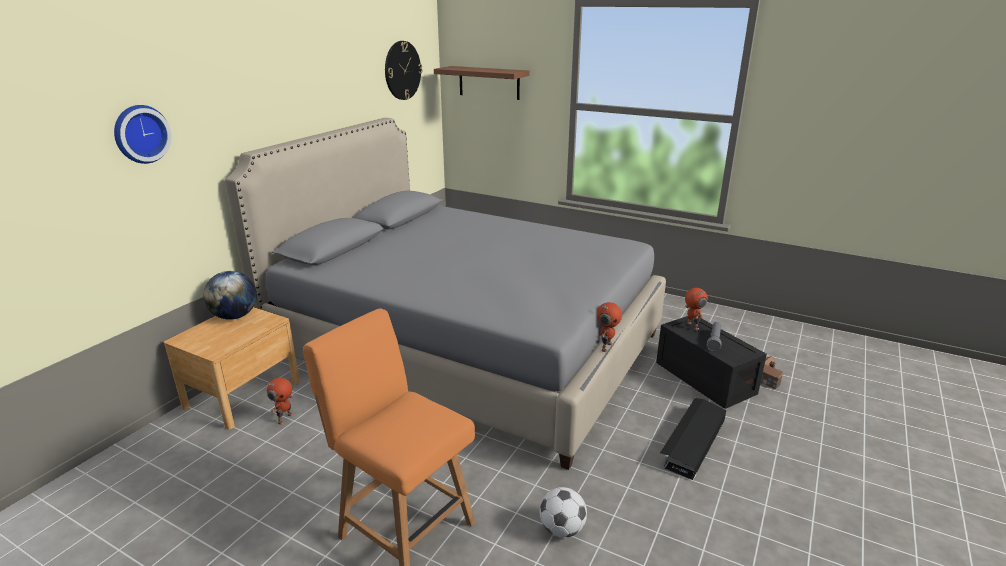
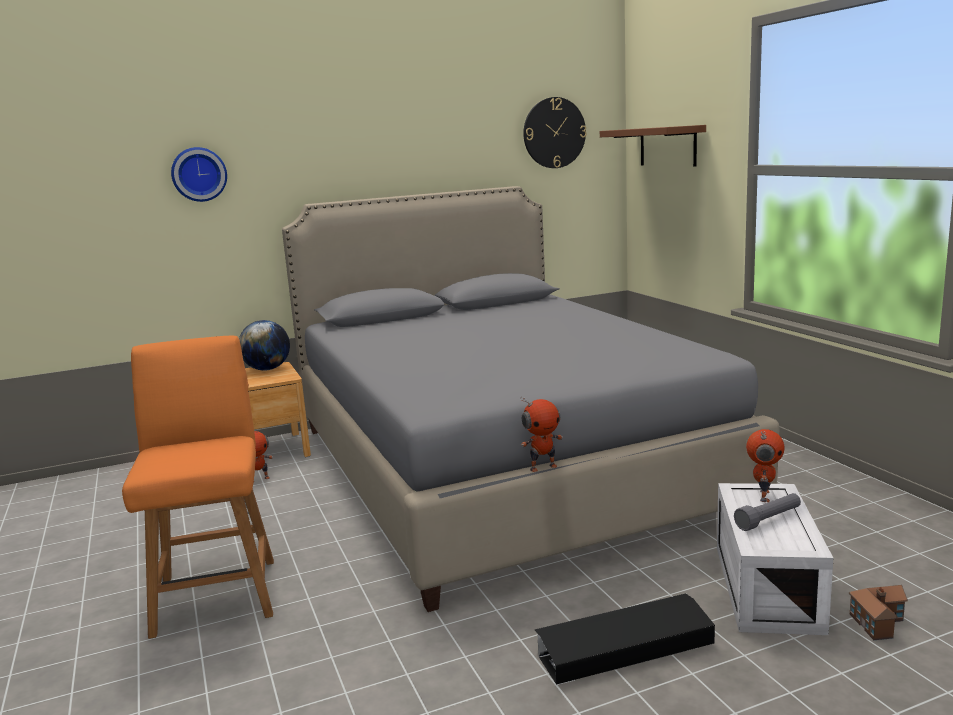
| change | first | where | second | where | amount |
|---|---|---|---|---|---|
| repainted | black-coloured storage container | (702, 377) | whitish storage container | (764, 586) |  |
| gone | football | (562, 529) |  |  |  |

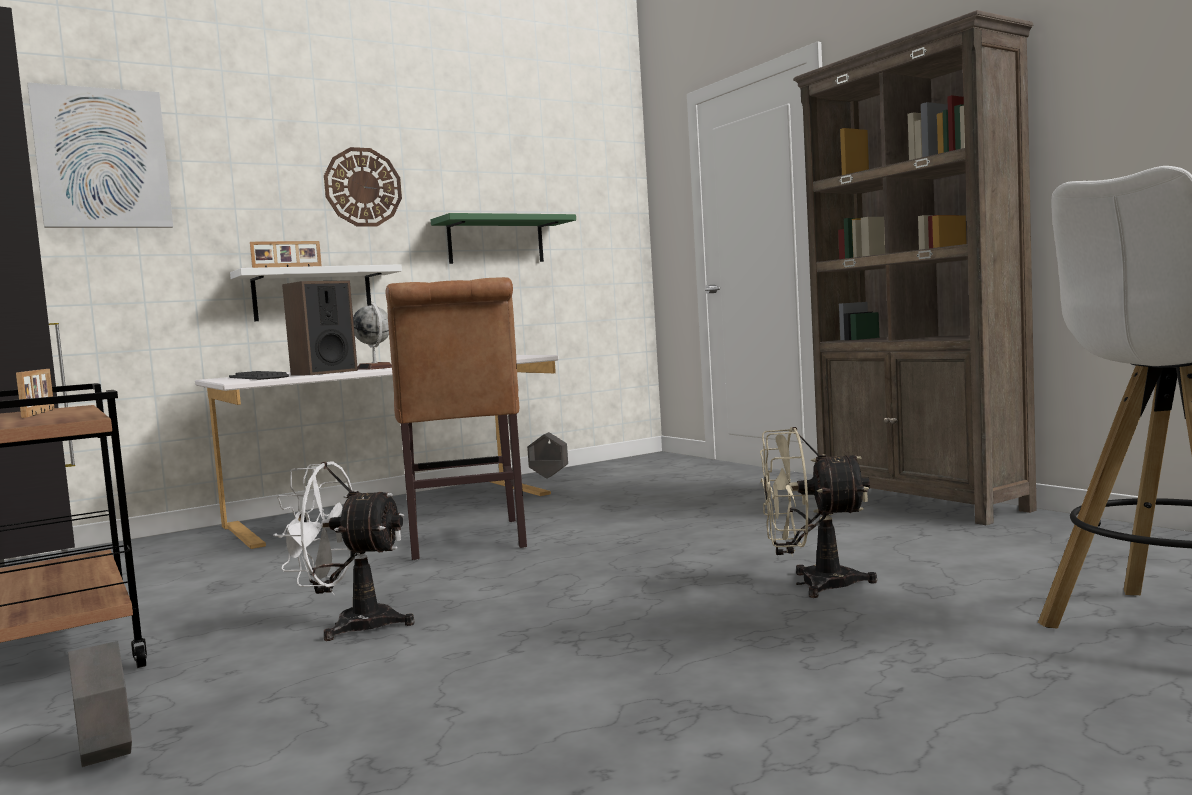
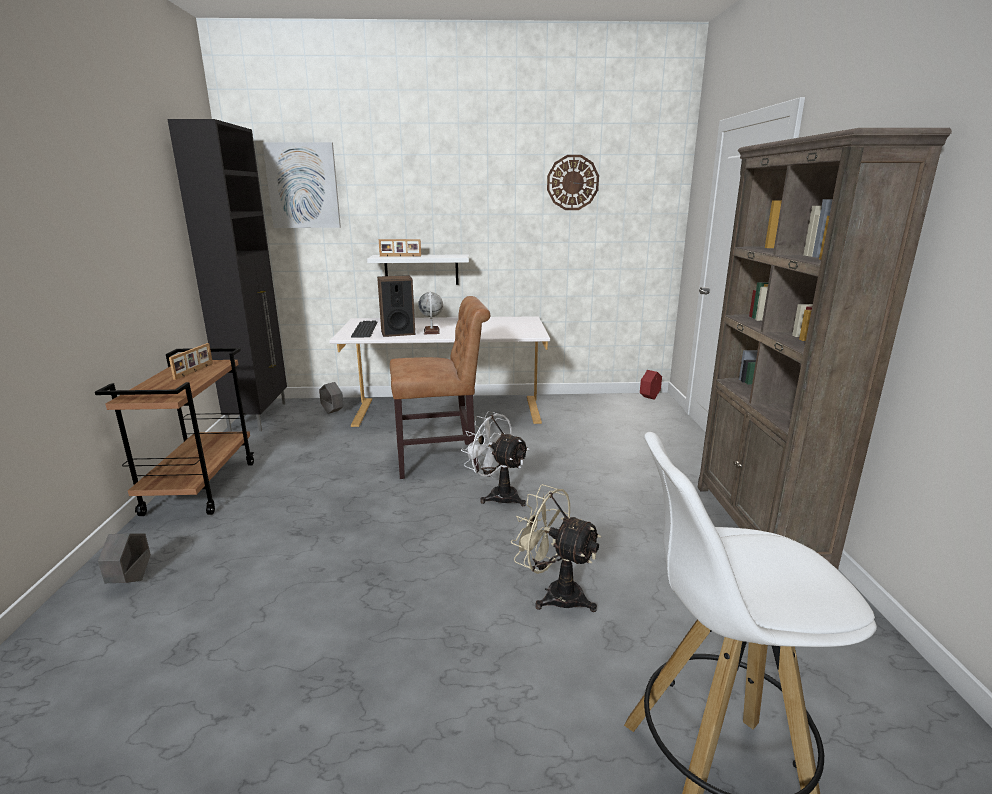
| change | first | where | second | where | amount |
|---|---|---|---|---|---|
| shifted | wall clock | (363, 187) |  | (572, 182) |  |
| gone | greenish shelf | (496, 241) |  |  |  |
| rotated | brown chair | (466, 541) |  | (442, 459) | 120 degrees counterclockwise |
| shifted | grey flower pot | (549, 477) |  | (332, 412) |  |
| shifted | whitish electric fan | (351, 625) |  | (497, 495) |  |
| new |  |  | red-coloured flower pot | (649, 398) |  |

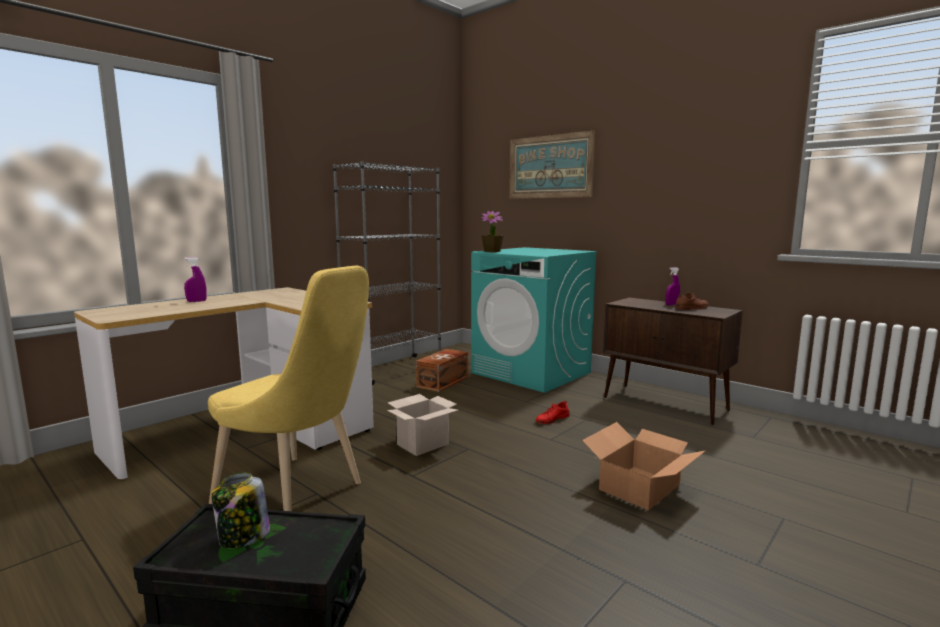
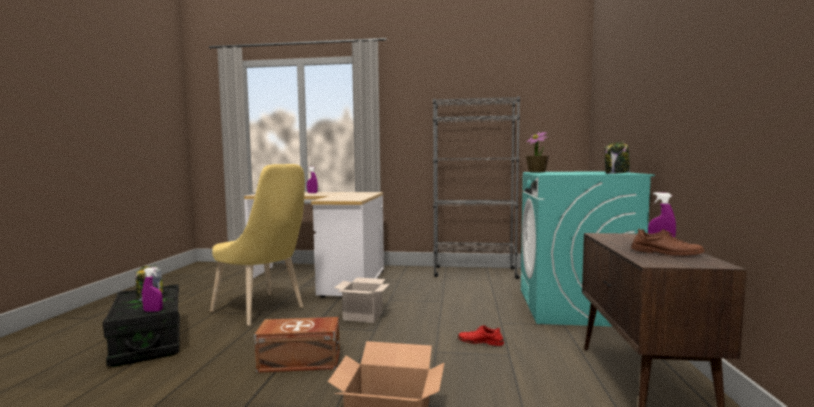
| change | first | where | second | where | amount |
|---|---|---|---|---|---|
| gone | wall art | (550, 167) |  |  |  |
| rotated | yellowish chair | (297, 495) |  | (262, 311) | 45 degrees counterclockwise |
| shifted | brown storage container | (444, 382) |  | (300, 362) |  |
| new |  |  | preserve jar | (616, 173) |  |
| new |  |  | purplish spray bottle | (153, 311) |  |

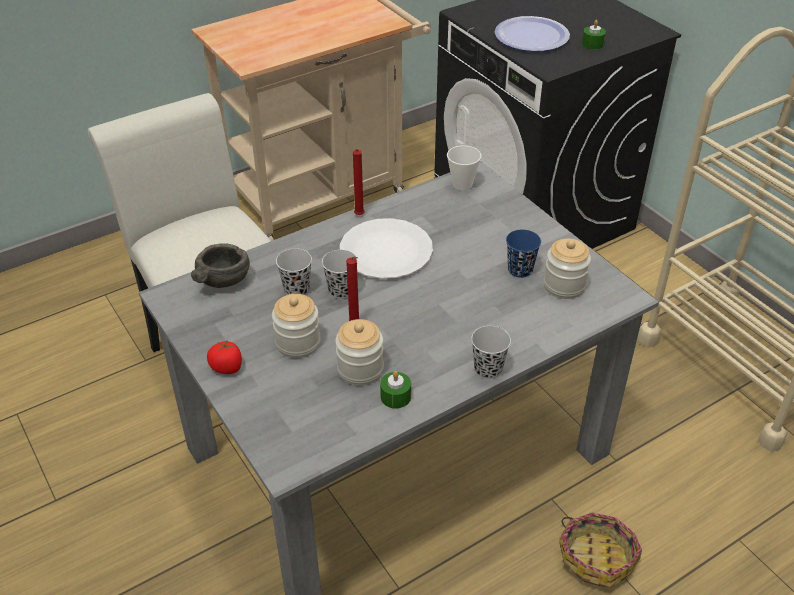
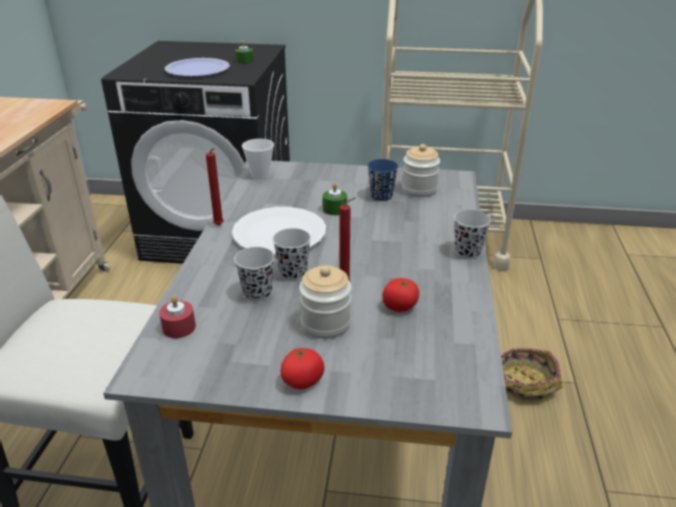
| change | first | where | second | where | amount |
|---|---|---|---|---|---|
| swapped | grey serving bowl | (223, 279) | red-coloured candle | (179, 327) |  |
| swapped | preserve jar | (360, 369) | tomato | (400, 306) |  |
| shifted | greenish candle | (395, 396) |  | (334, 209) |  |

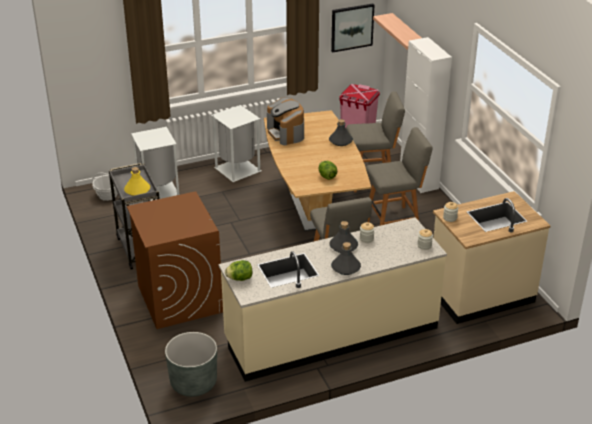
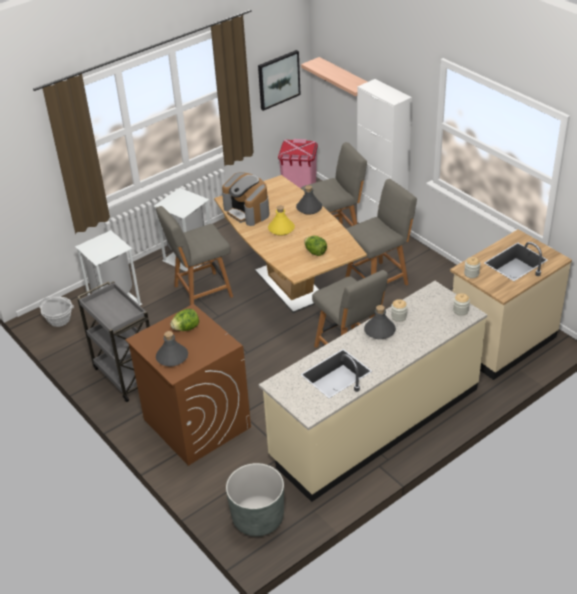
| change | first | where | second | where | amount |
|---|---|---|---|---|---|
| shifted | yellowish bottle | (137, 190) |  | (281, 229) |  |
| shifted | grey bottle | (346, 267) |  | (172, 357) |  |
| shifted | lettuce head | (240, 278) |  | (186, 328) |  |
| new |  |  | grey chair | (201, 292) |  |

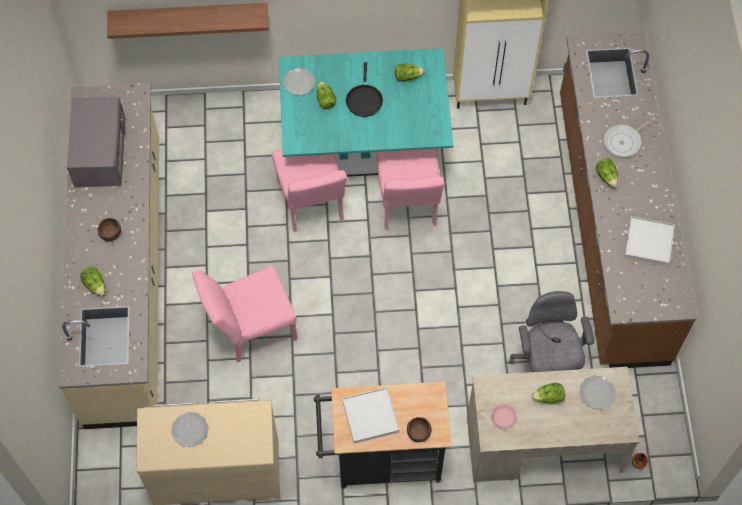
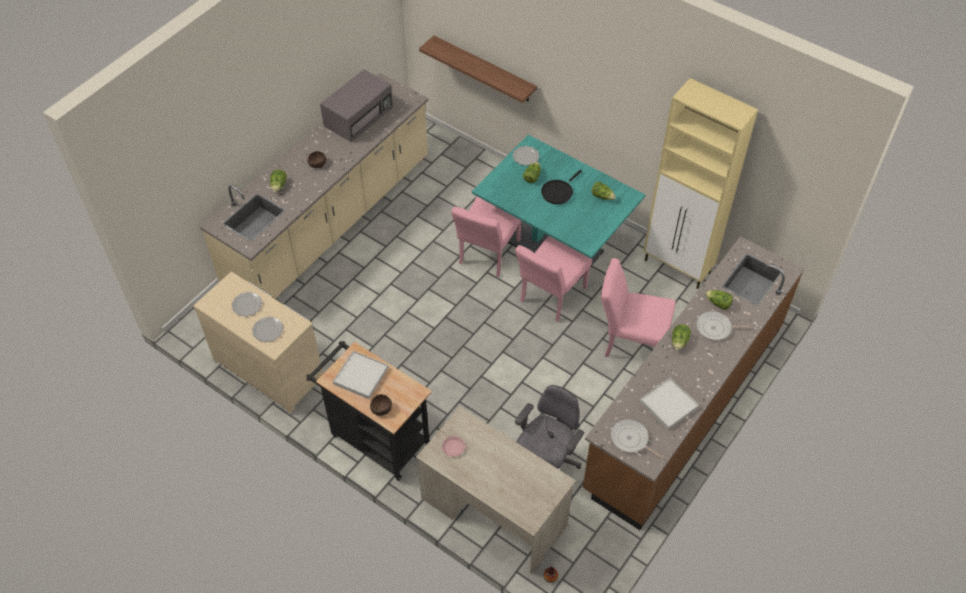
| change | first | where | second | where | amount |
|---|---|---|---|---|---|
| shifted | pinkish chair | (250, 330) |  | (630, 342) |  |
| shifted | plate | (596, 392) |  | (268, 330) |  |
| shifted | lettuce head | (548, 397) |  | (718, 303) |  |
| new |  |  | frying pan | (631, 439) |  |

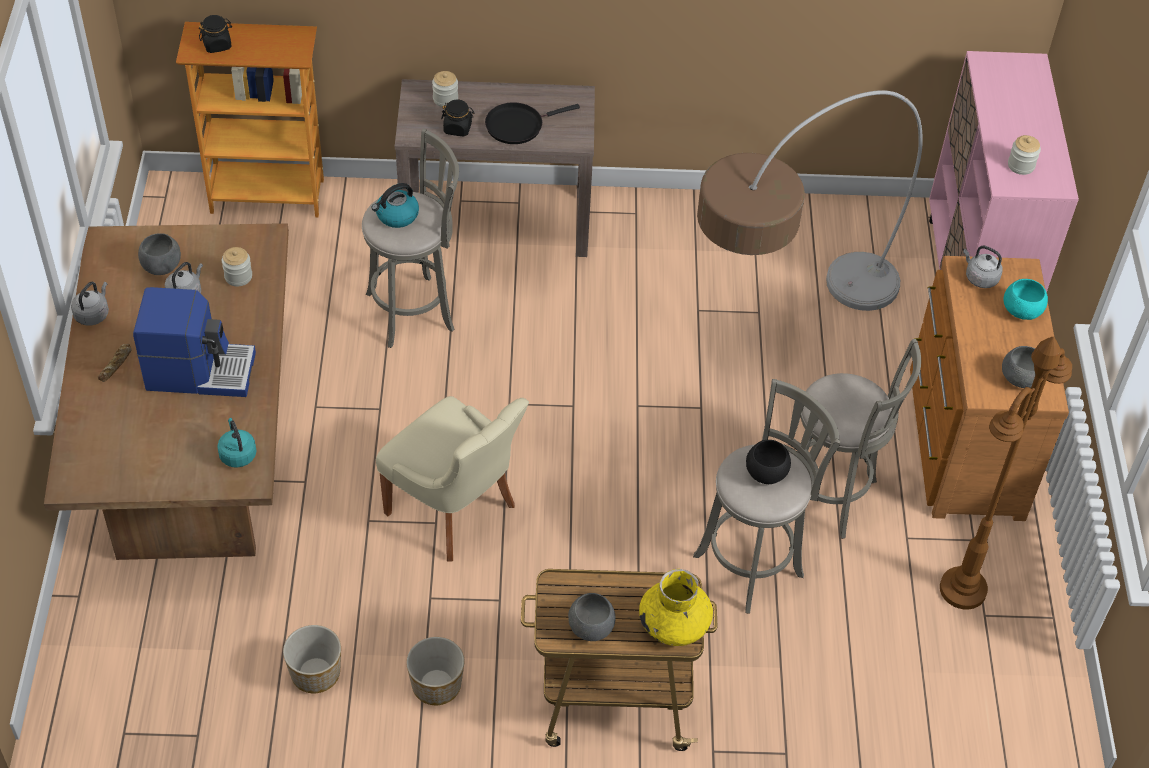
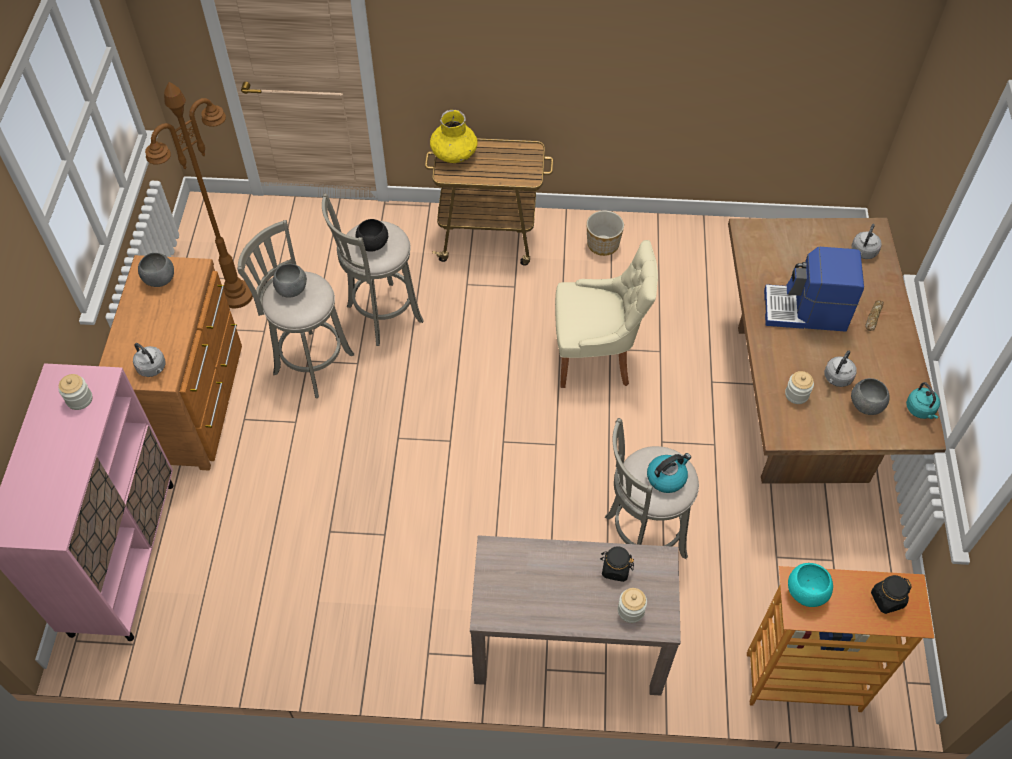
| change | first | where | second | where | amount |
|---|---|---|---|---|---|
| gone | standing lamp | (784, 325) |  |  |  |
| gone | black-coloured frying pan | (518, 125) |  |  |  |
| shifted | blue-green serving bowl | (1021, 312) |  | (806, 592) |  |
| shifted | grey tea kettle | (93, 314) |  | (863, 252) |  |
| rotated | beige-coloured chair | (454, 511) |  | (596, 356) | 135 degrees clockwise |
| shifted | blue-green tea kettle | (237, 454) |  | (921, 410) |  |
| shifted | grey serving bowl | (590, 628) |  | (292, 289) |  |
| gone | flower pot | (314, 673) |  |  |  |

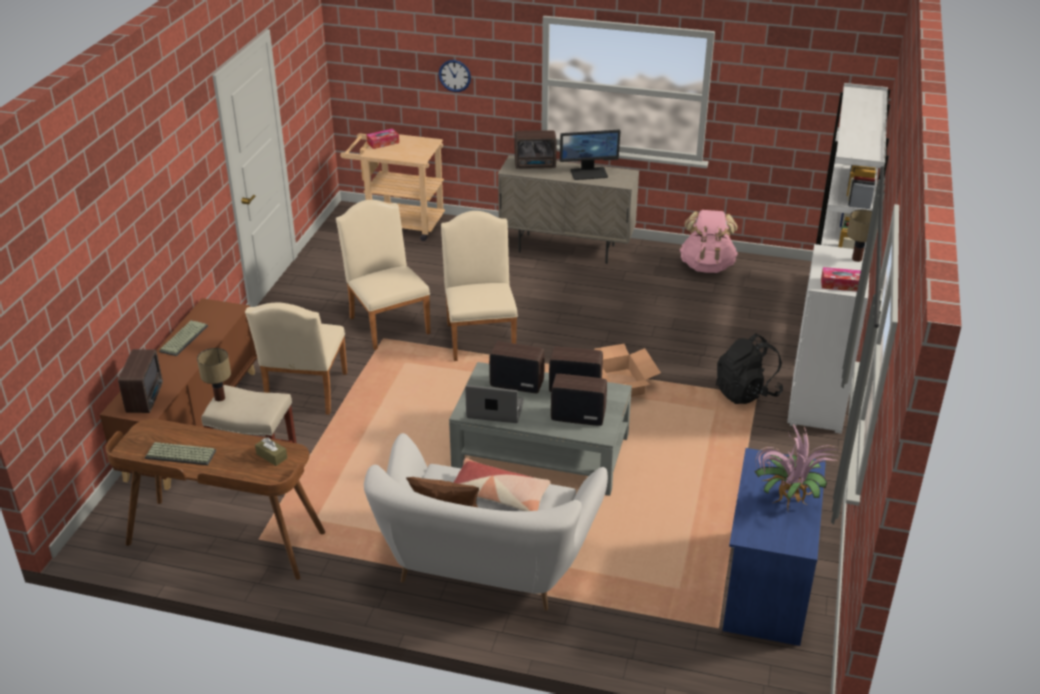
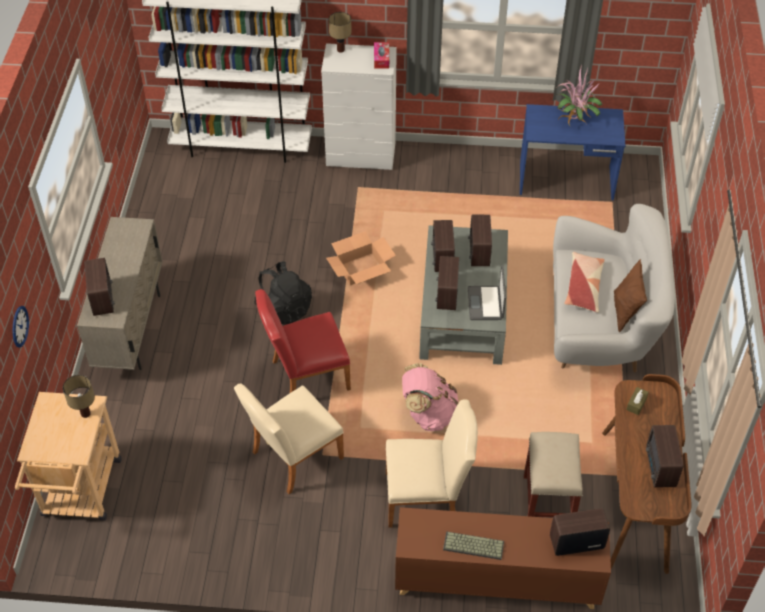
| change | first | where | second | where | amount |
|---|---|---|---|---|---|
| gone | tissue holder | (383, 143) |  |  |  |
| gone | computer display | (589, 173) |  |  |  |
| shifted | pinkish backpack | (707, 266) |  | (428, 413) |  |
| repainted | beige-coloured chair | (480, 336) | red-coloured chair | (305, 376) |  |
| shifted | black-coloured backpack | (746, 392) |  | (284, 308) |  |
| shifted | lamp for a table | (220, 397) |  | (85, 414) |  |
| swapped | computer keyboard | (179, 455) | radio | (659, 468) |  |

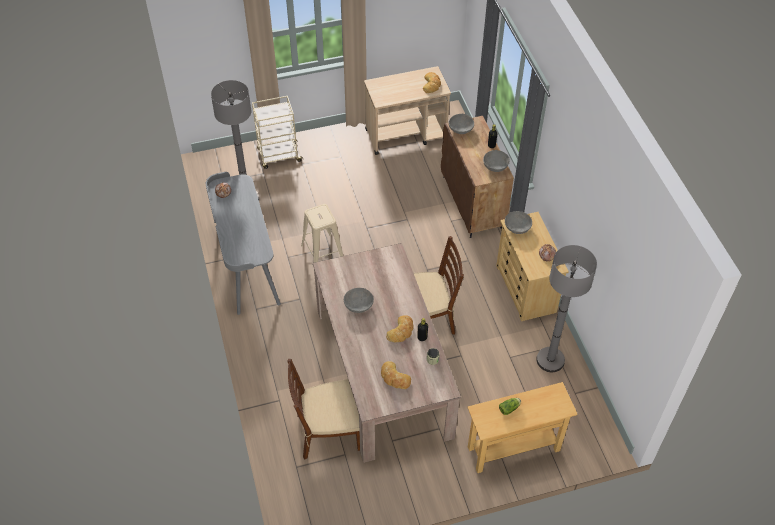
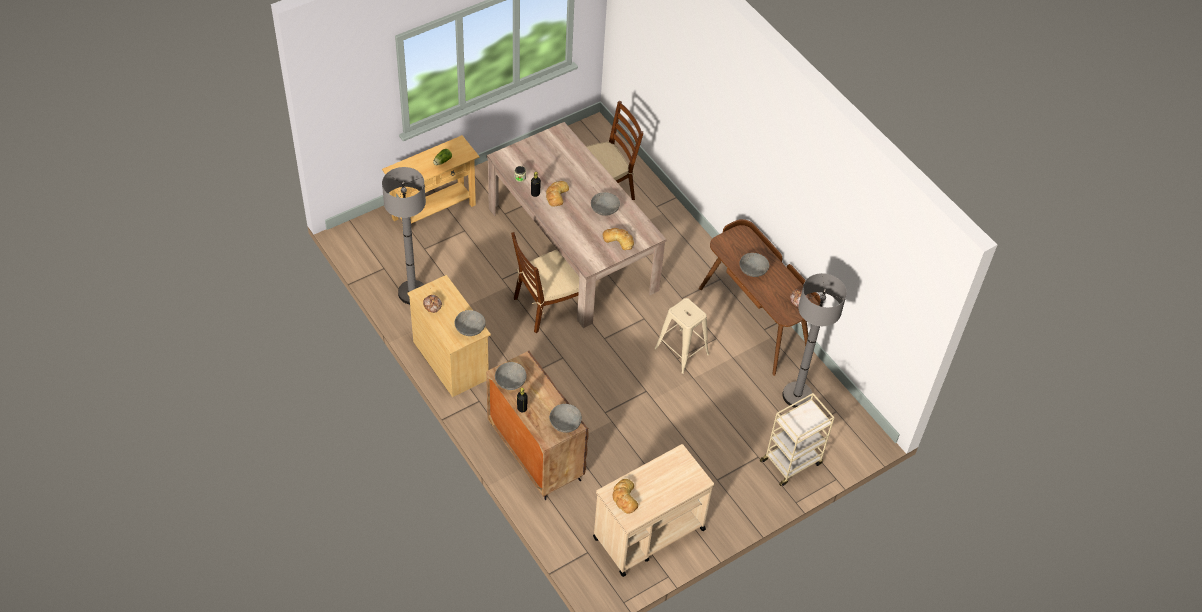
| change | first | where | second | where | amount |
|---|---|---|---|---|---|
| repainted | grey desk table | (246, 264) | brown desk table | (755, 321) |  |
| shifted | bread | (394, 378) |  | (618, 240) |  |
| new |  |  | grey serving bowl | (753, 270) |  |

